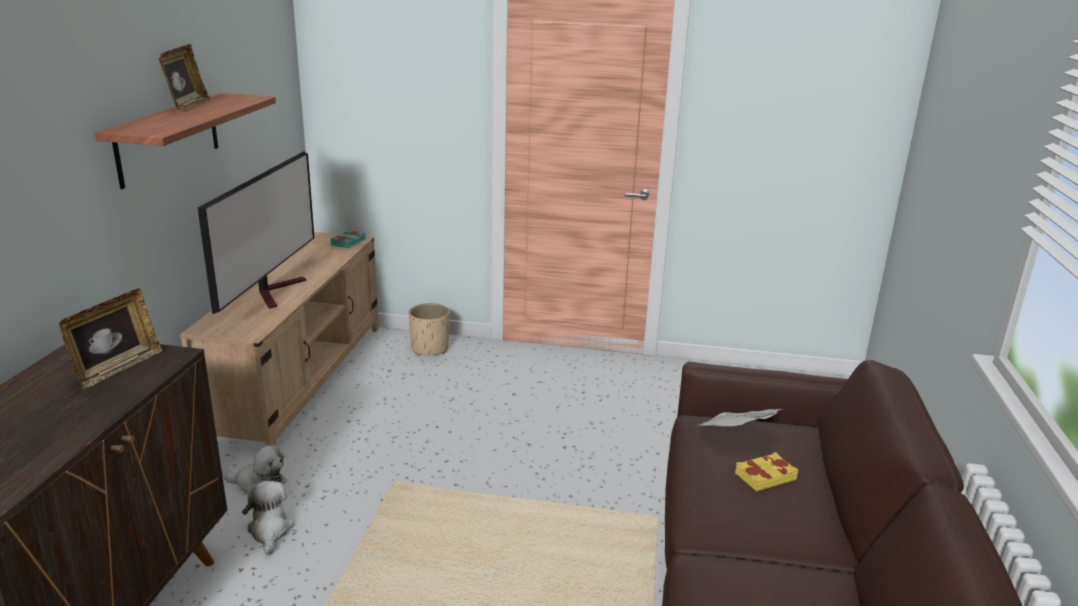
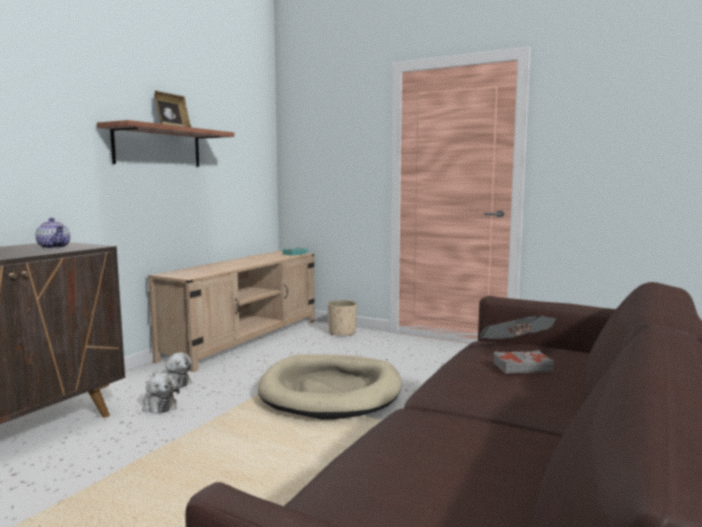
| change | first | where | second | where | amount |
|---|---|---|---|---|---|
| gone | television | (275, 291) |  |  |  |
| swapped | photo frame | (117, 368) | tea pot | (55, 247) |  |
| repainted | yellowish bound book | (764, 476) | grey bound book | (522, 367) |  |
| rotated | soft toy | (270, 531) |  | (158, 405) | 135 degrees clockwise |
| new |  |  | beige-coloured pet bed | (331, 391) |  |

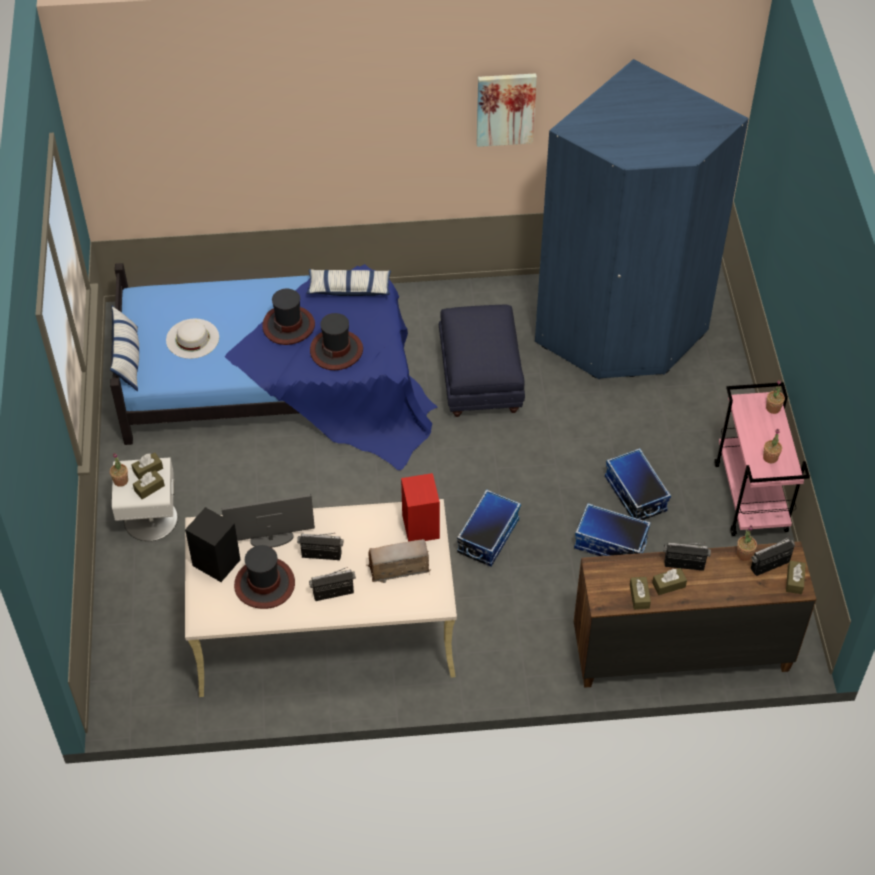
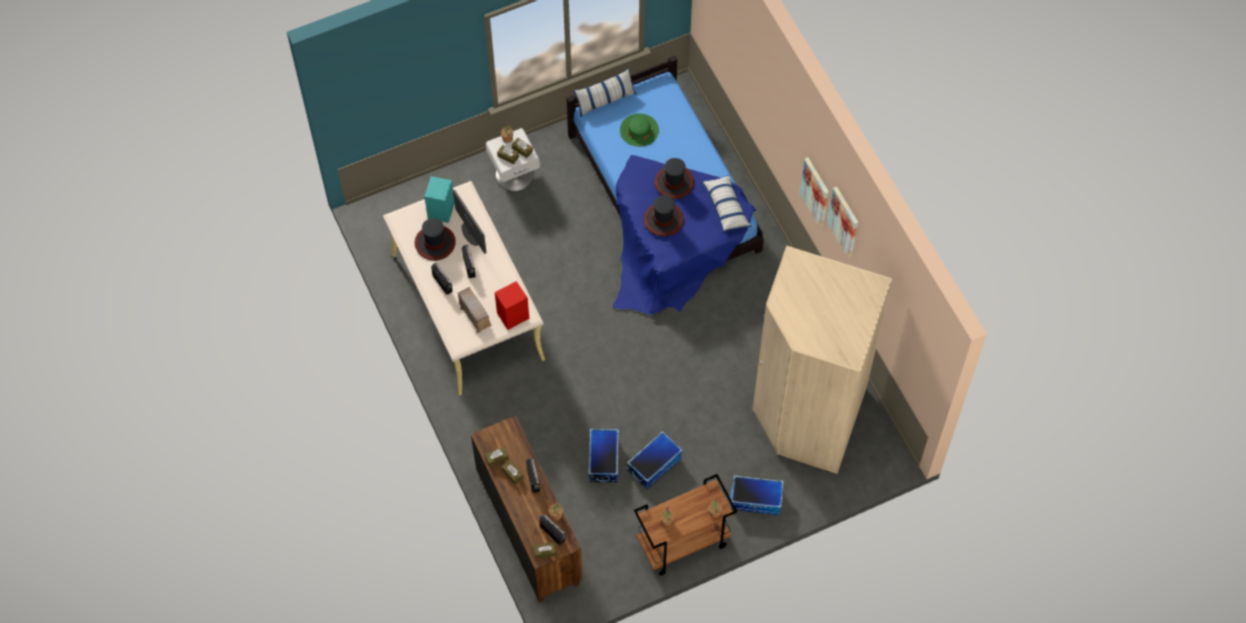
| change | first | where | second | where | amount |
|---|---|---|---|---|---|
| repainted | blue-coloured armoire | (621, 333) | beige-coloured armoire | (807, 413) |  |
| gone | blue-coloured ottoman | (480, 379) |  |  |  |
| repainted | whitish wearable hat | (192, 338) | greenish wearable hat | (639, 130) |  |
| repainted | pinkish trolley | (751, 498) | brown trolley | (682, 544) |  |
| shifted | storage container | (487, 536) |  | (756, 499) |  |
| repainted | black-coloured audio speaker | (217, 563) | blue-green audio speaker | (441, 211) |  |
| new |  |  | wall art | (815, 192) |  |

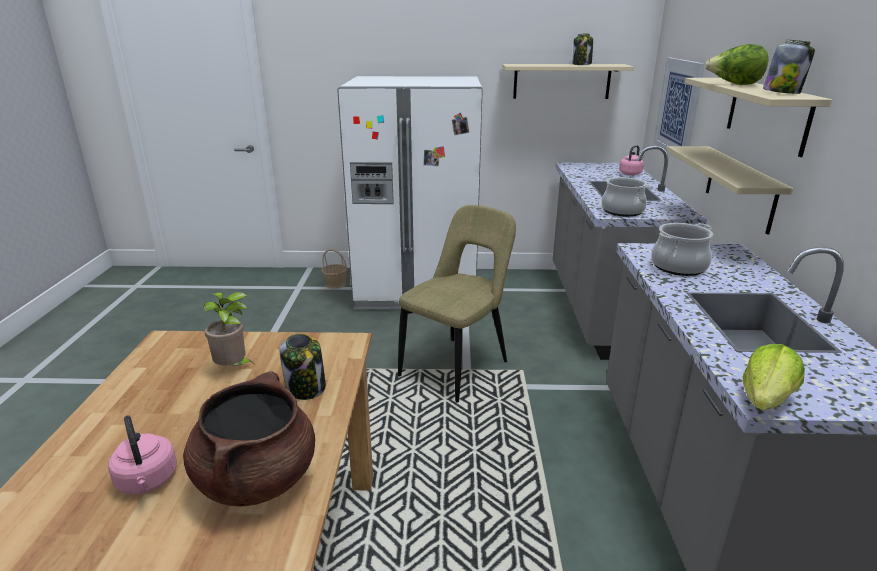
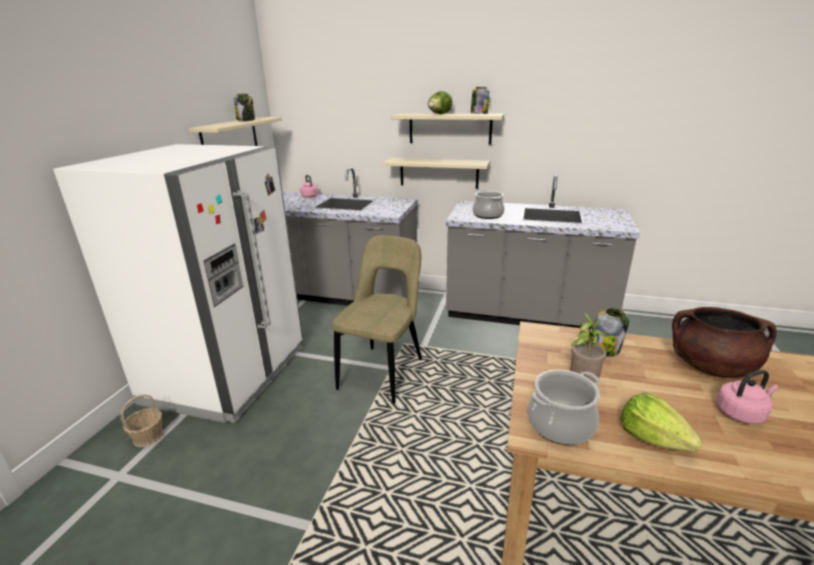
| change | first | where | second | where | amount |
|---|---|---|---|---|---|
| gone | wall art | (678, 107) |  |  |  |
| shifted | stockpot | (622, 211) |  | (560, 424) |  |
| rotated | beige-coloured chair | (457, 366) |  | (383, 371) | 60 degrees clockwise |
| shifted | lettuce head | (765, 400) |  | (652, 438) |  |

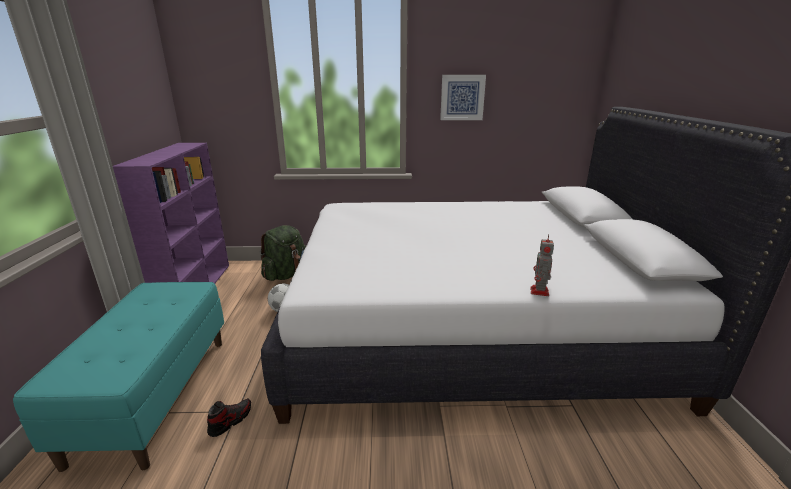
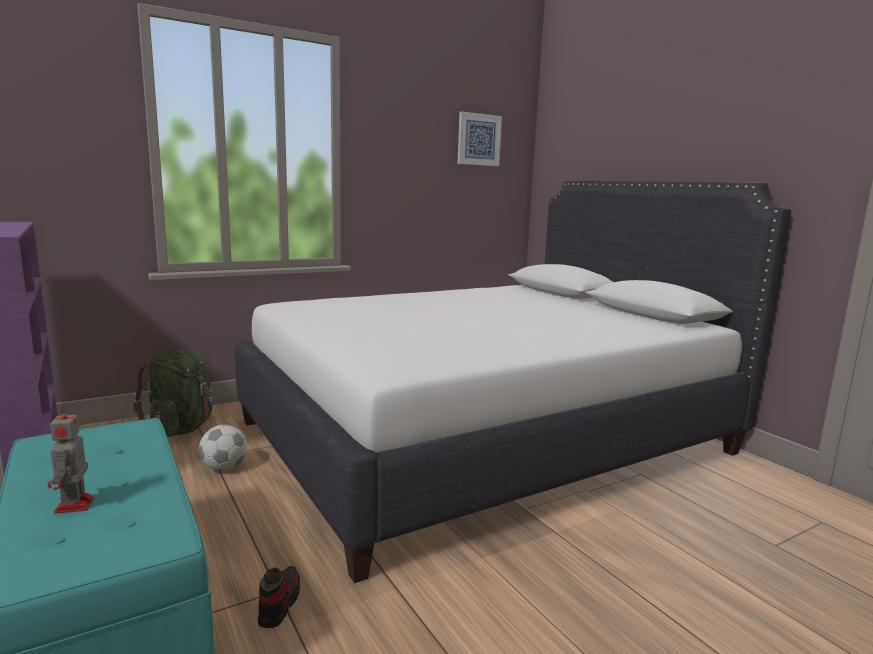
| change | first | where | second | where | amount |
|---|---|---|---|---|---|
| shifted | wall art | (462, 97) |  | (478, 139) |  |
| shifted | toy robot | (539, 292) |  | (74, 506) |  |

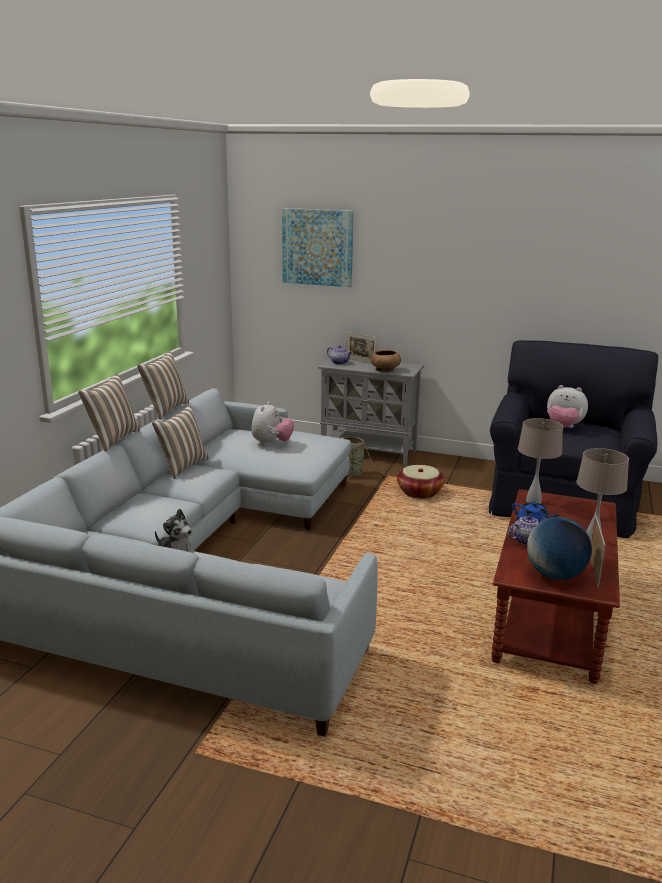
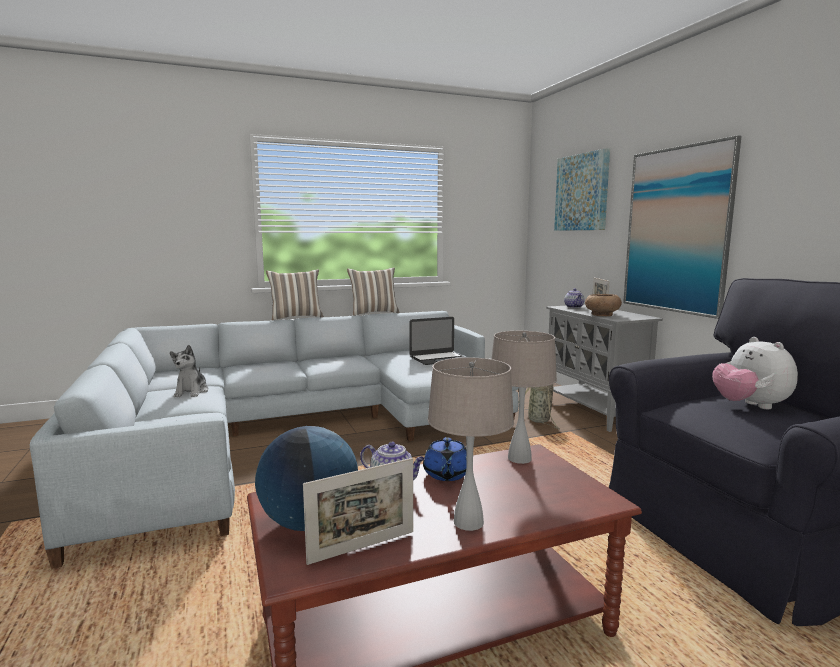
| change | first | where | second | where | amount |
|---|---|---|---|---|---|
| swapped | soft toy | (271, 443) | notebook computer | (439, 358) |  |
| gone | pillow | (182, 467) |  |  |  |
| gone | storage basket | (419, 492) |  |  |  |
| new |  |  | wall art | (676, 230) |  |

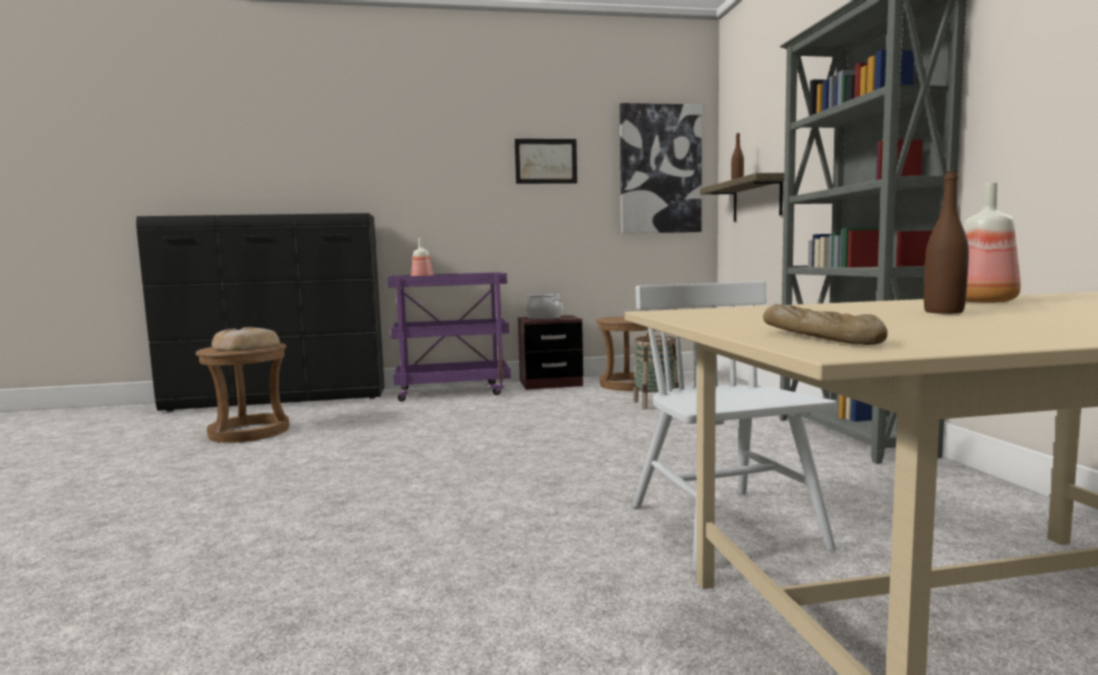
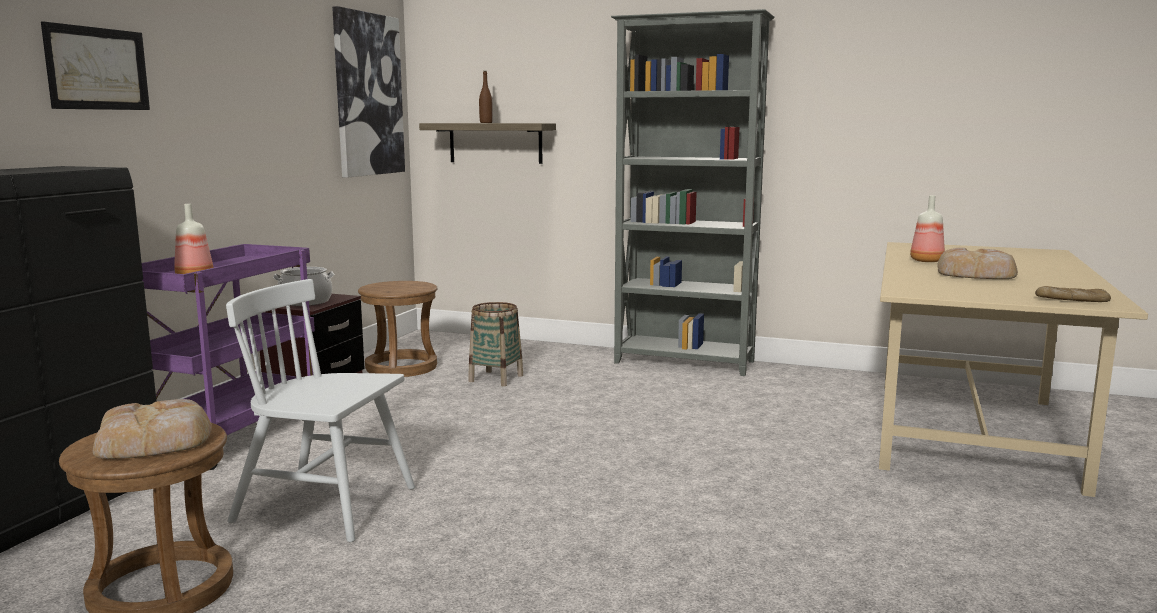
| change | first | where | second | where | amount |
|---|---|---|---|---|---|
| shifted | wall art | (546, 161) |  | (97, 68) |  |
| swapped | brown bottle | (943, 312) | bread | (976, 274) |  |
| shifted | whitish chair | (725, 527) |  | (326, 505) |  |

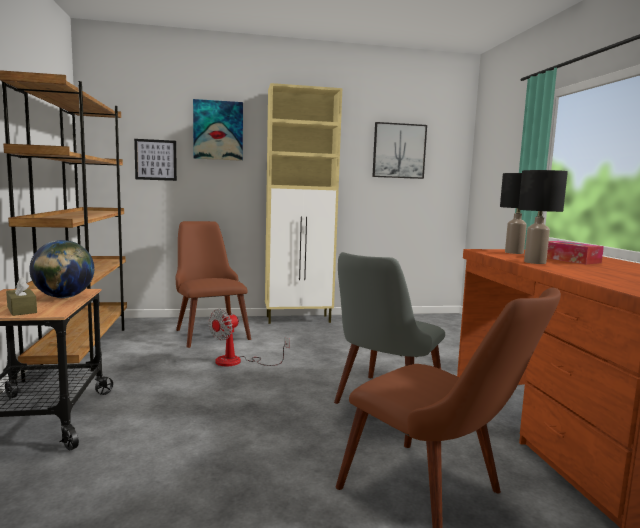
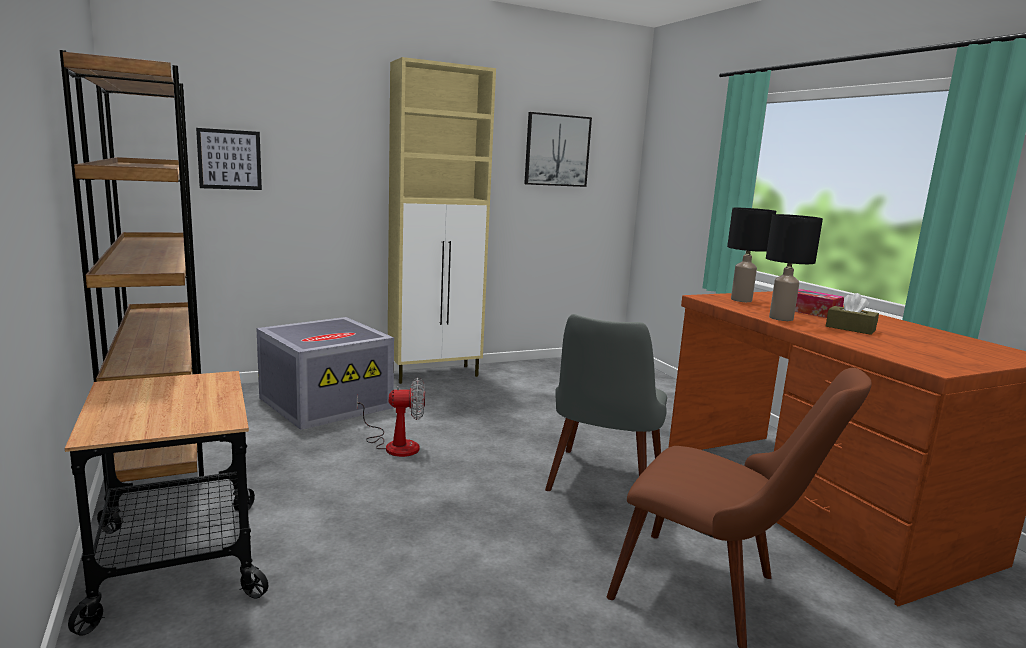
| change | first | where | second | where | amount |
|---|---|---|---|---|---|
| gone | wall art | (218, 130) |  |  |  |
| swapped | brown chair | (208, 332) | grey storage container | (326, 402) |  |
| gone | world globe | (64, 297) |  |  |  |
| shifted | brown tissue holder | (22, 310) |  | (850, 328) |  |
| rotated | electric fan | (238, 362) |  | (395, 445) | 120 degrees counterclockwise |

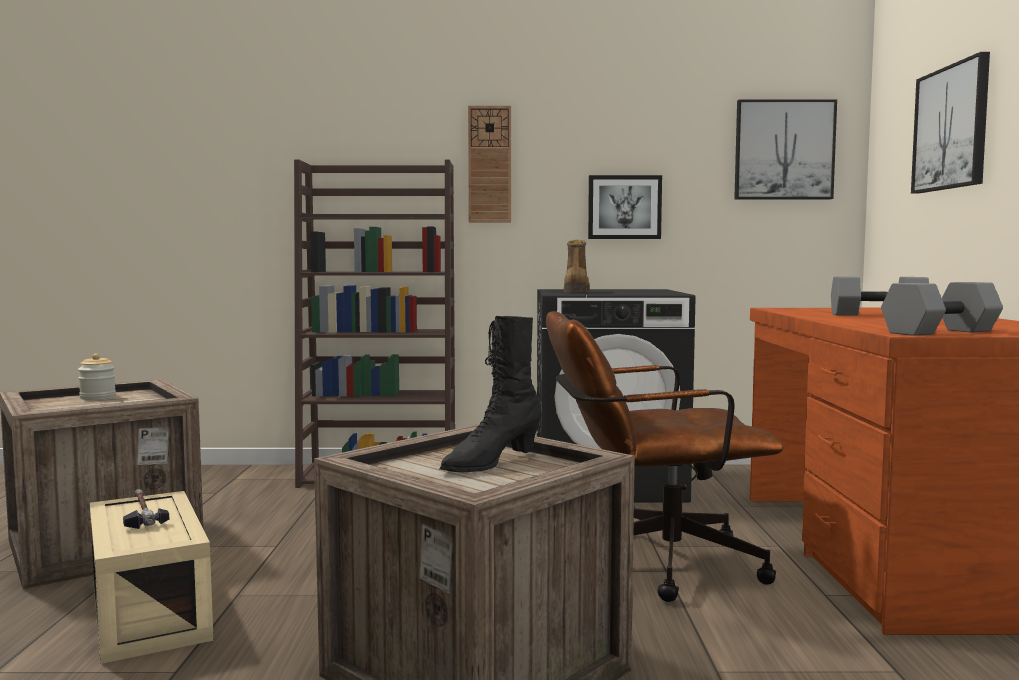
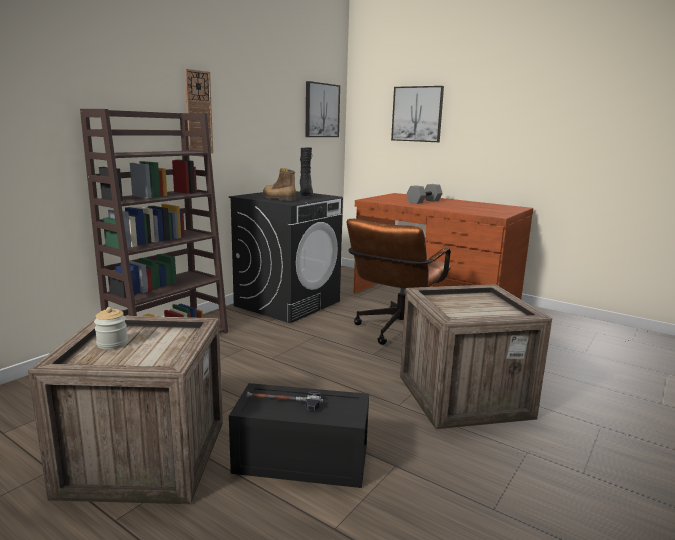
| change | first | where | second | where | amount |
|---|---|---|---|---|---|
| gone | wall art | (624, 207) |  |  |  |
| gone | grey free weight | (941, 332) |  |  |  |
| shifted | black-coloured tall boot | (491, 463) |  | (306, 194) |  |
| repainted | beige-coloured storage container | (145, 611) | black-coloured storage container | (299, 461) |  |

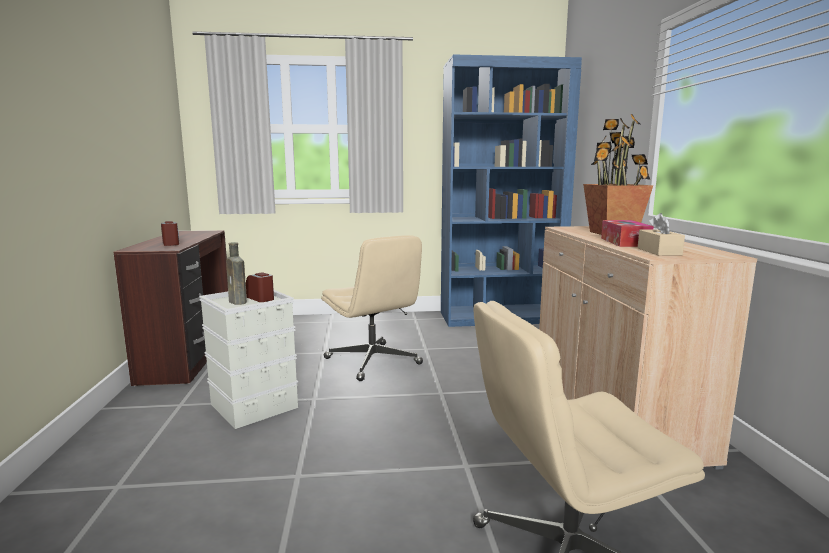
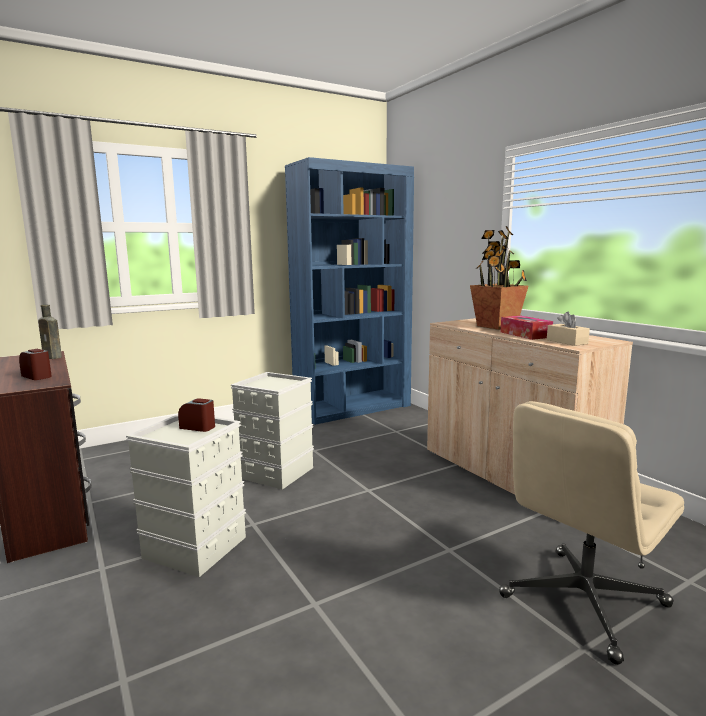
| change | first | where | second | where | amount |
|---|---|---|---|---|---|
| swapped | beige-coloured office chair | (373, 361) | grey storage container | (276, 473) |  |
| shifted | brown bottle | (238, 302) |  | (53, 357) |  |

